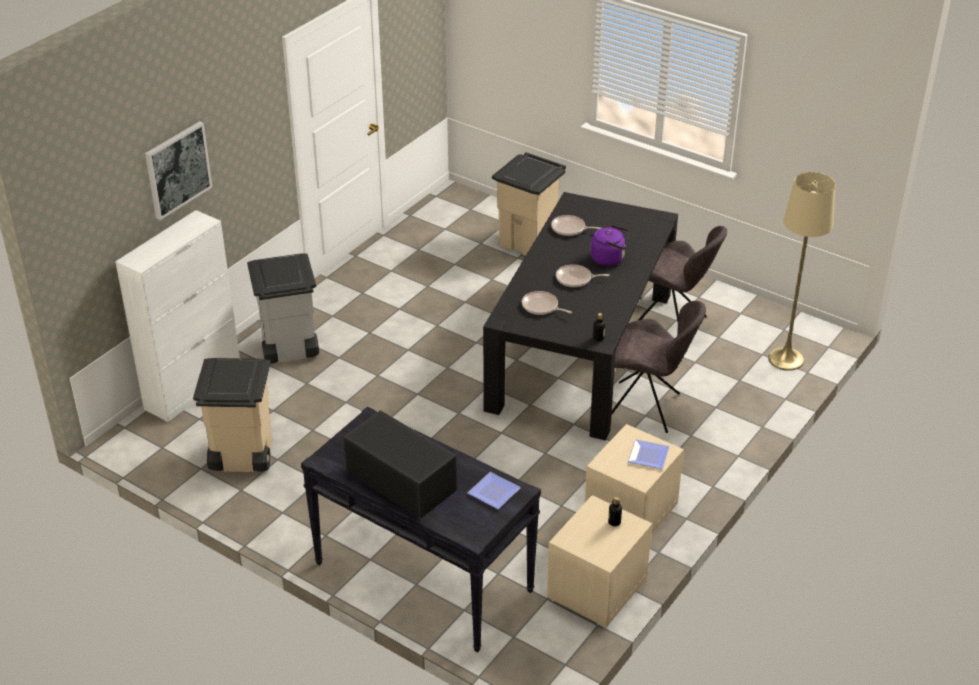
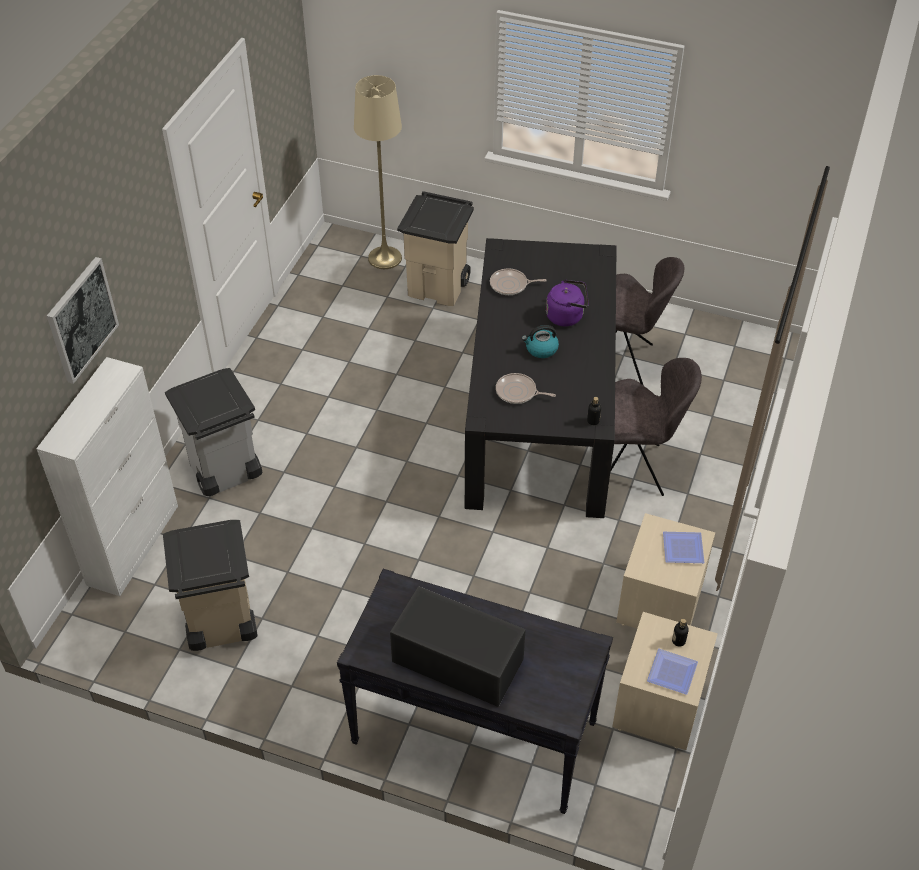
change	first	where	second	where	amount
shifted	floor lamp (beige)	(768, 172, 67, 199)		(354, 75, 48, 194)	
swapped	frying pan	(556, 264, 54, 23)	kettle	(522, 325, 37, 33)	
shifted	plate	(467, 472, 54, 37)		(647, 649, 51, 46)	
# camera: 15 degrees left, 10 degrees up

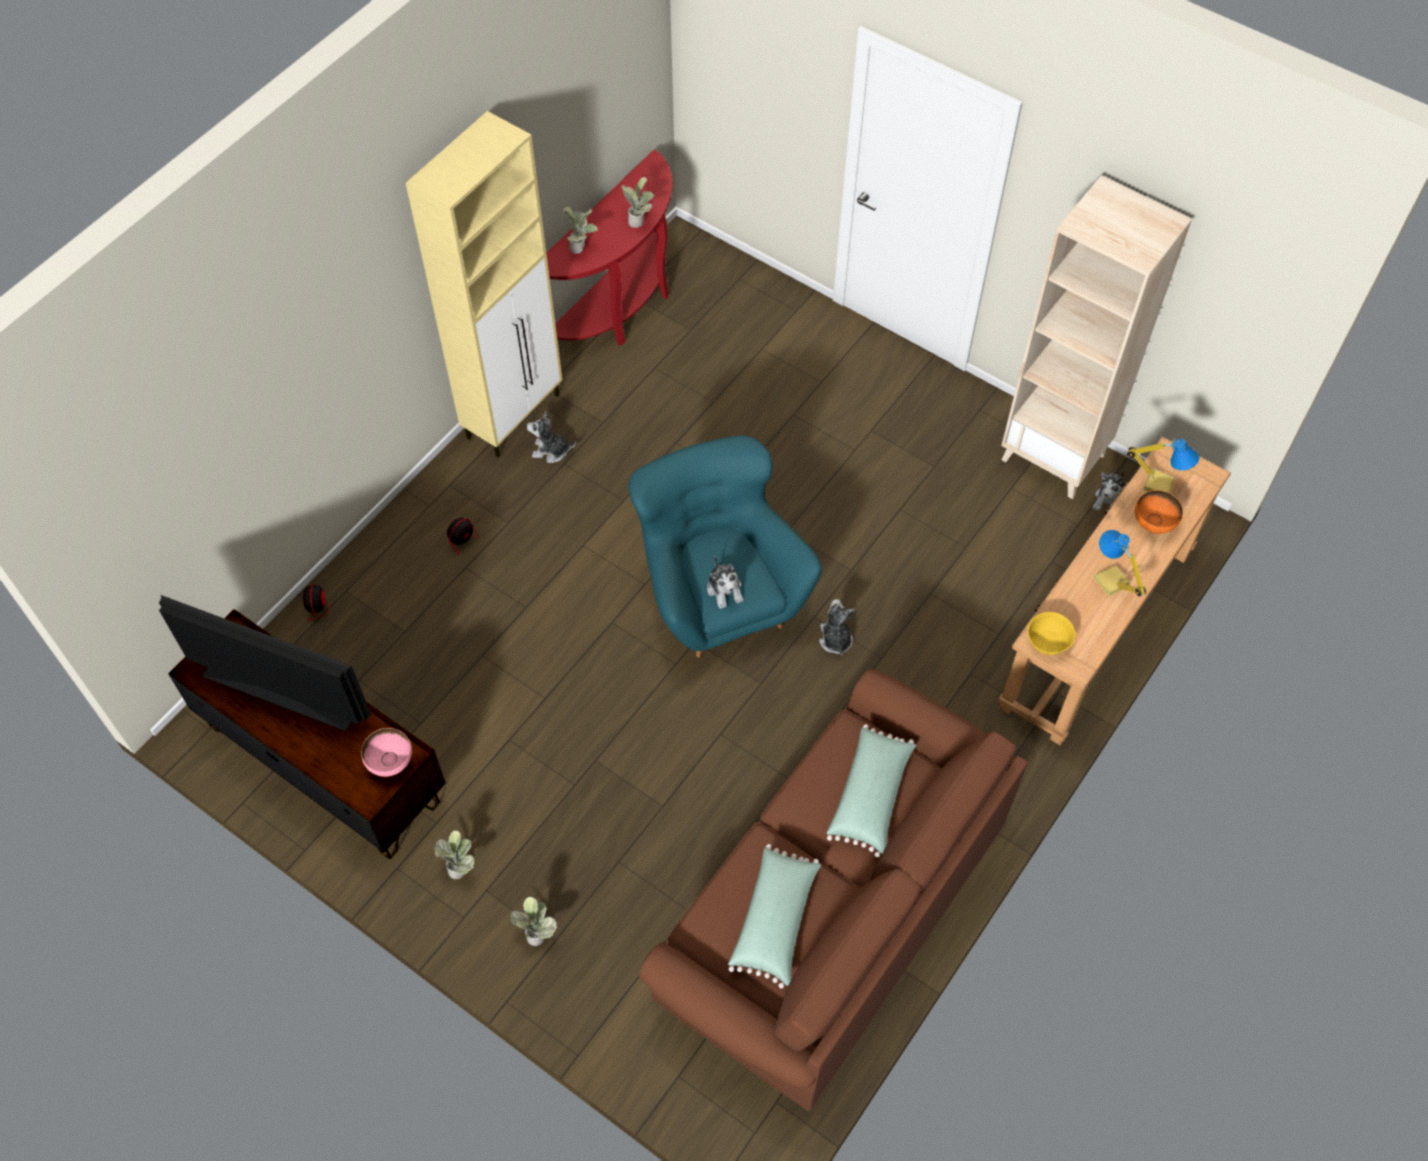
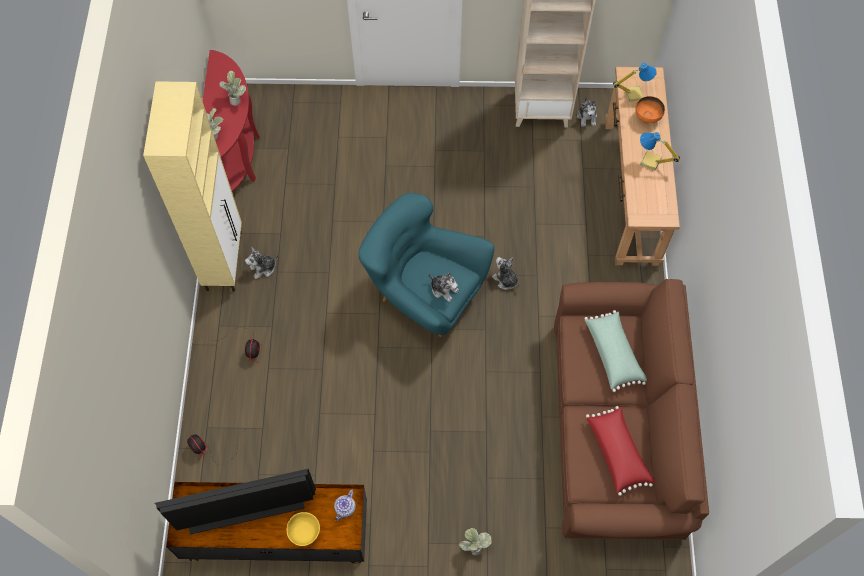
change	first	where	second	where	amount
shifted	bowl (yellow)	(1028, 612, 48, 43)		(287, 512, 33, 34)	
swapped	bowl (pink)	(361, 728, 51, 49)	teapot	(334, 490, 22, 31)	
repainted	pillow (green)	(728, 844, 93, 145)	pillow (red)	(586, 406, 69, 90)	
gone	potted plant	(434, 831, 40, 48)			
# camera: 35 degrees left, 5 degrees up

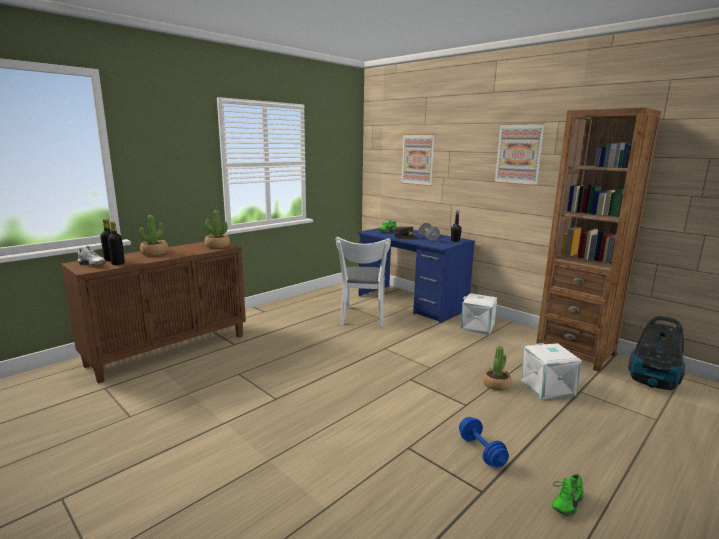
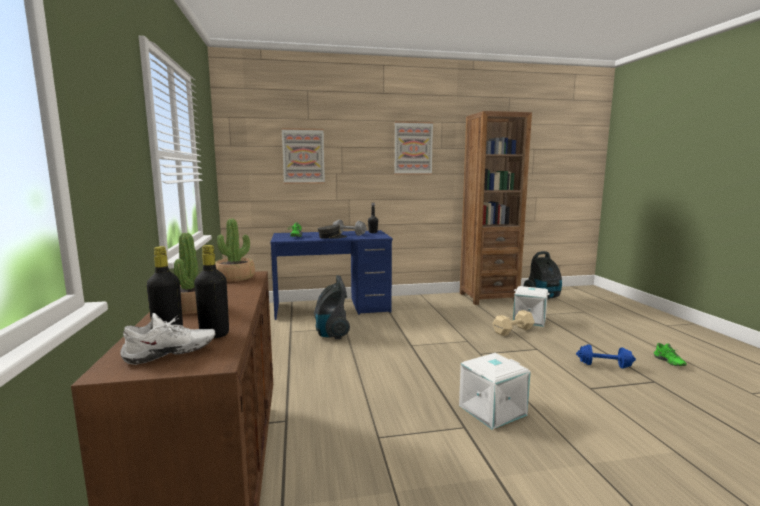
change	first	where	second	where	amount
swapped	chair (white)	(336, 237, 55, 90)	vacuum cleaner	(314, 275, 36, 64)	
shifted	storage box (white)	(460, 293, 37, 42)		(459, 353, 72, 77)	
swapped	potted plant	(482, 346, 30, 45)	dumbbell (beige)	(493, 310, 42, 26)	
# camera: 55 degrees left, 5 degrees down

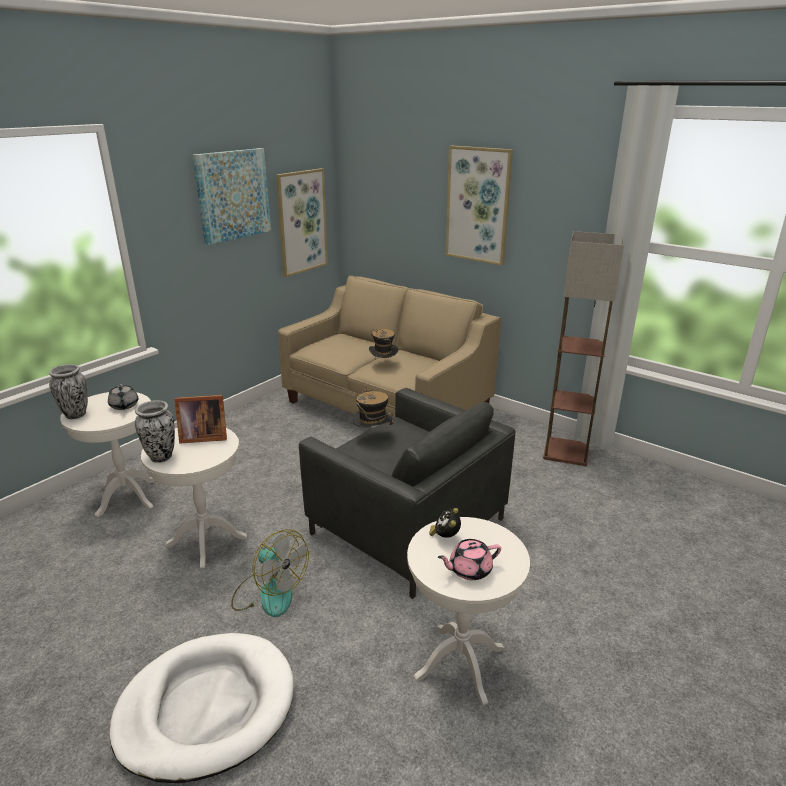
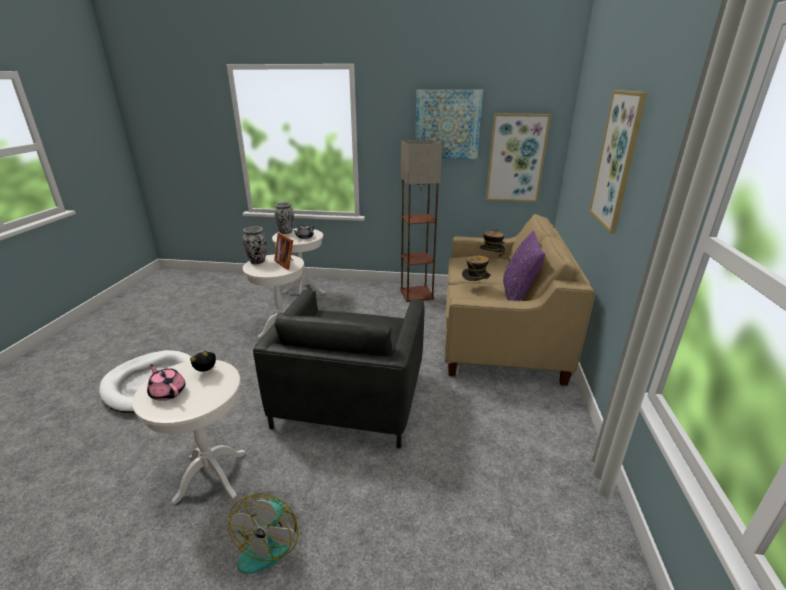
change	first	where	second	where	amount
shifted	fan	(231, 529, 78, 88)		(229, 494, 69, 80)	
shifted	floor lamp	(543, 231, 81, 235)		(400, 139, 42, 163)	
shifted	hat	(353, 387, 40, 42)		(480, 229, 25, 29)	
new			pillow (purple)	(503, 231, 42, 70)	
# camera: 60 degrees right, 0 degrees up

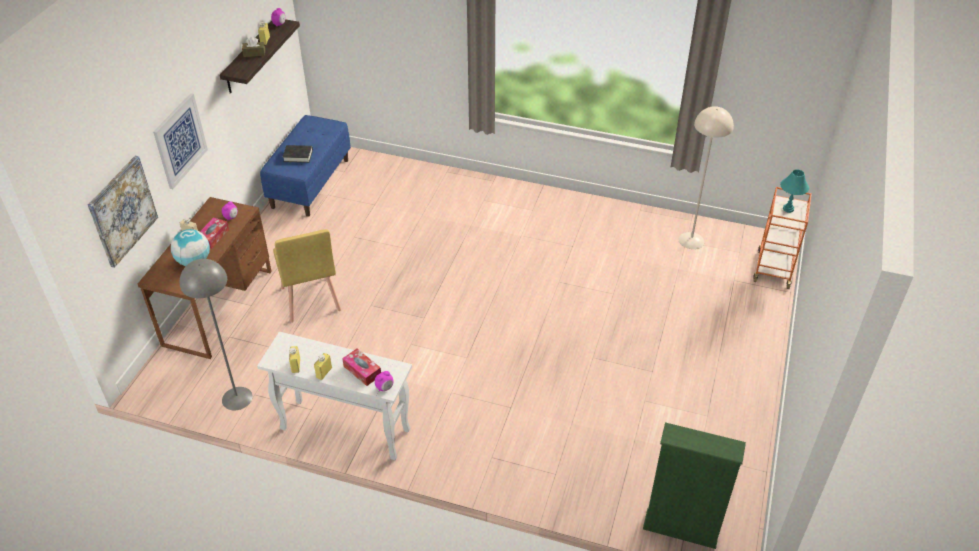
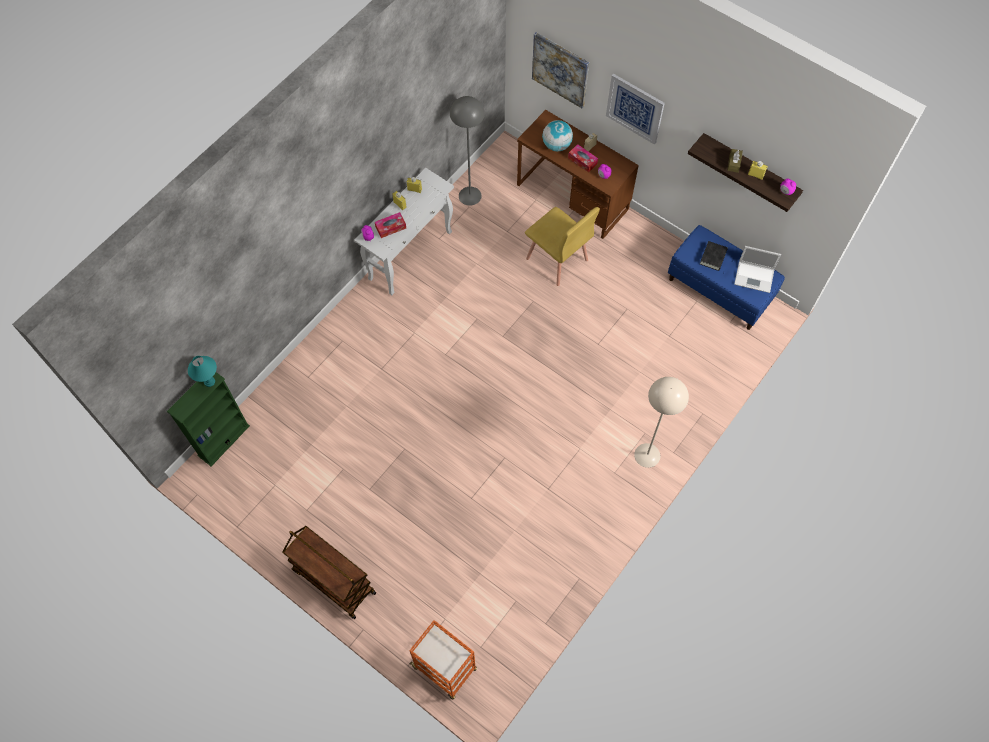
change	first	where	second	where	amount
shifted	table lamp (turquoise)	(780, 169, 29, 44)		(188, 356, 29, 31)	
new			cart (brown)	(282, 526, 94, 93)	
rotated	chair (yellow)	(273, 229, 68, 94)		(525, 207, 75, 79)	135 degrees counterclockwise
shifted	floor lamp (beige)	(679, 106, 55, 143)		(634, 377, 55, 91)	
new			laptop	(734, 246, 47, 47)	
# camera: 110 degrees right, 20 degrees up

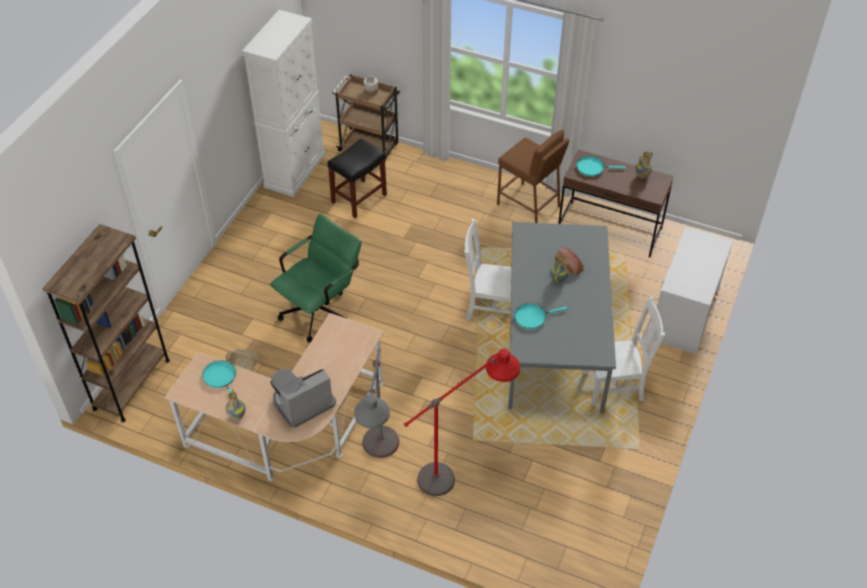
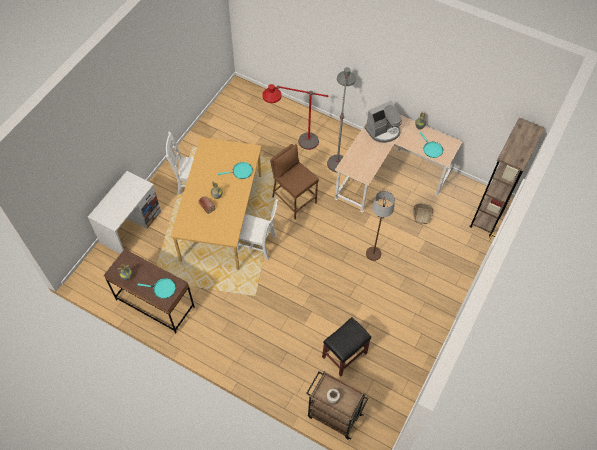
change	first	where	second	where	amount
repainted	dining table (grey)	(508, 222, 108, 192)	dining table (orange)	(170, 137, 91, 133)	
shifted	stool (brown)	(497, 130, 72, 93)		(270, 144, 49, 75)	
swapped	office chair (green)	(270, 214, 92, 129)	floor lamp (brown)	(366, 191, 29, 70)	
gone	cabinet (white)	(242, 10, 83, 187)			
# camera: 175 degrees left, 10 degrees up

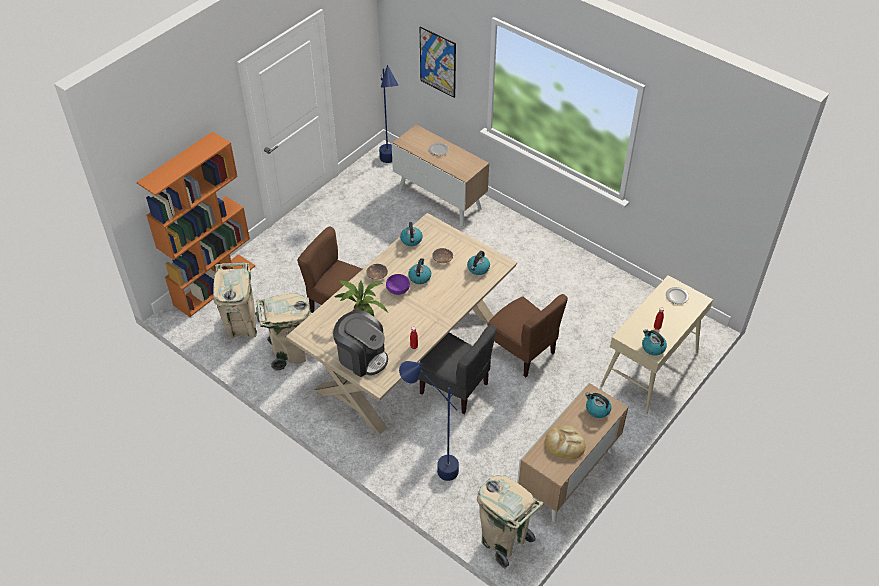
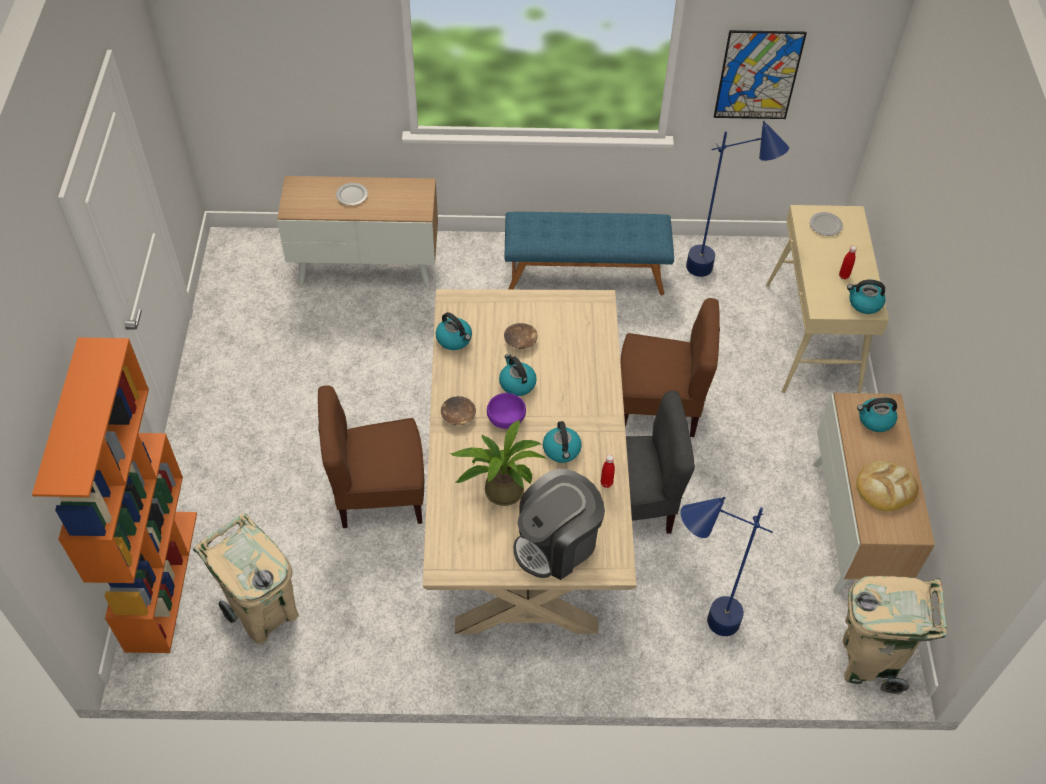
change	first	where	second	where	amount
new			bench (blue)	(504, 212, 170, 83)	
rotated	coffee machine	(333, 310, 55, 67)		(514, 469, 91, 111)	150 degrees clockwise
shifted	kettle	(467, 251, 23, 24)		(543, 421, 39, 42)	
shifted	floor lamp (blue)	(379, 65, 19, 98)		(686, 121, 103, 156)	
shifted	picture	(420, 27, 36, 71)		(714, 30, 93, 89)	
gone	trash can (beige)	(257, 294, 54, 77)			
# camera: 40 degrees left, 5 degrees up

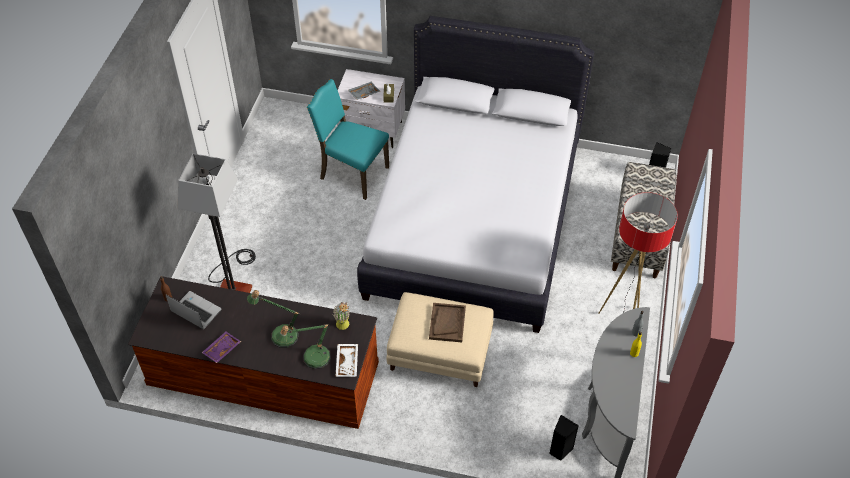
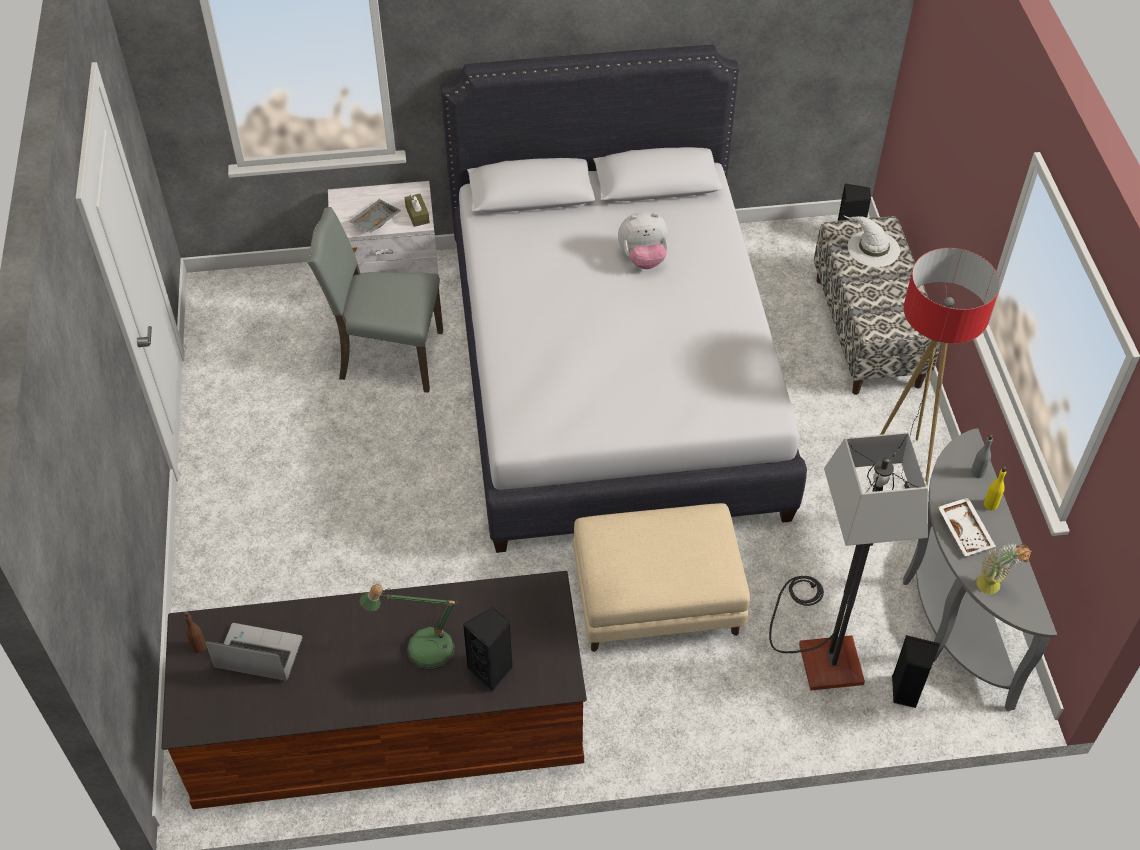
change	first	where	second	where	amount
repainted	chair (turquoise)	(307, 79, 82, 121)	chair (grey)	(307, 207, 136, 186)	
swapped	table lamp	(276, 324, 55, 45)	speaker (black)	(463, 607, 50, 85)	
new			plush toy	(618, 211, 50, 58)	
shifted	floor lamp	(178, 153, 78, 140)		(769, 432, 159, 259)	
new			hat (white)	(844, 216, 56, 51)	
shifted	tray (white)	(336, 344, 22, 33)		(938, 497, 58, 59)	
shifted	potted plant	(333, 302, 17, 28)		(976, 544, 56, 50)	
gone	tray (purple)	(201, 331, 40, 32)			
gone	tray (brown)	(429, 303, 37, 39)			
# camera: 20 degrees left, 0 degrees up

